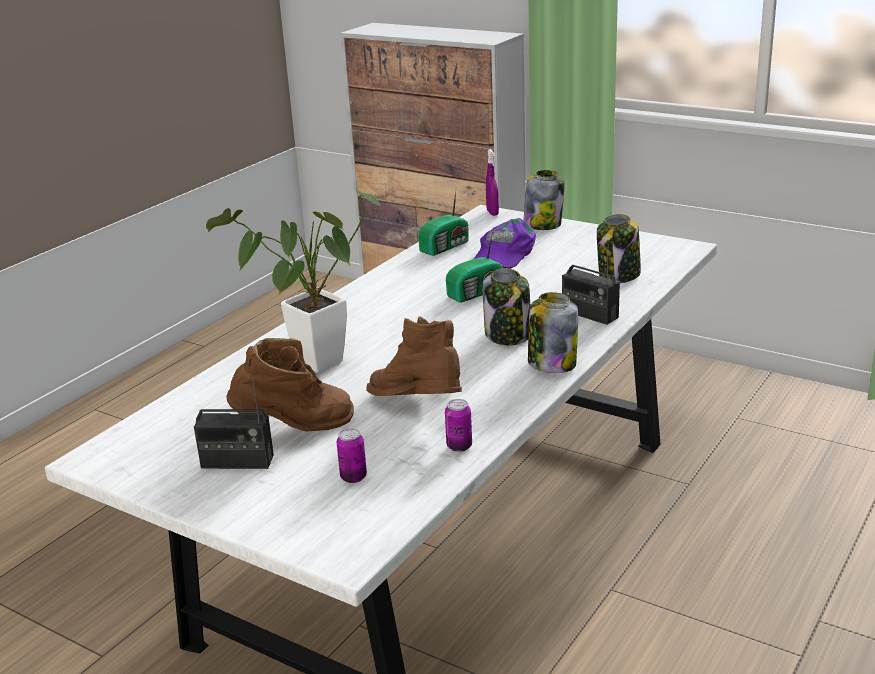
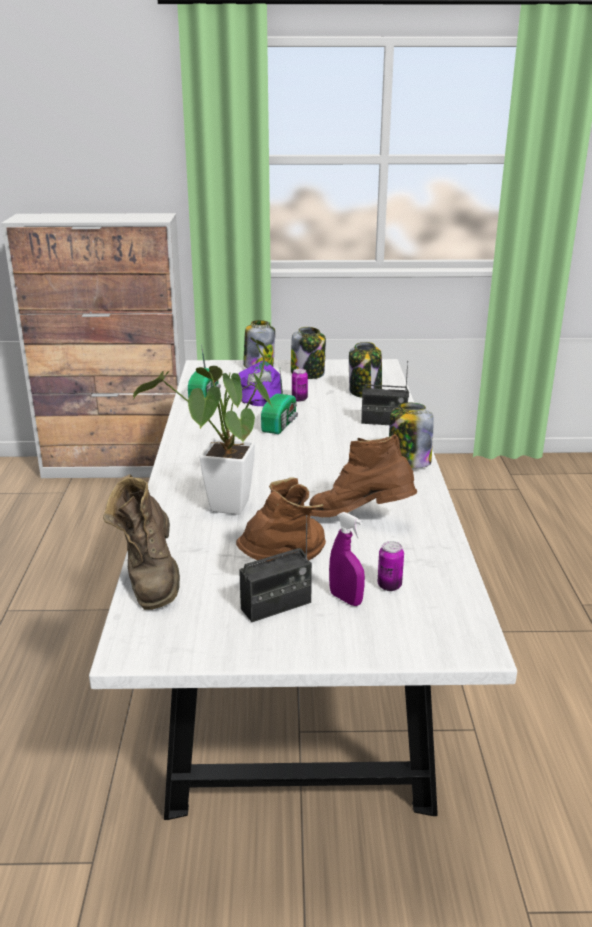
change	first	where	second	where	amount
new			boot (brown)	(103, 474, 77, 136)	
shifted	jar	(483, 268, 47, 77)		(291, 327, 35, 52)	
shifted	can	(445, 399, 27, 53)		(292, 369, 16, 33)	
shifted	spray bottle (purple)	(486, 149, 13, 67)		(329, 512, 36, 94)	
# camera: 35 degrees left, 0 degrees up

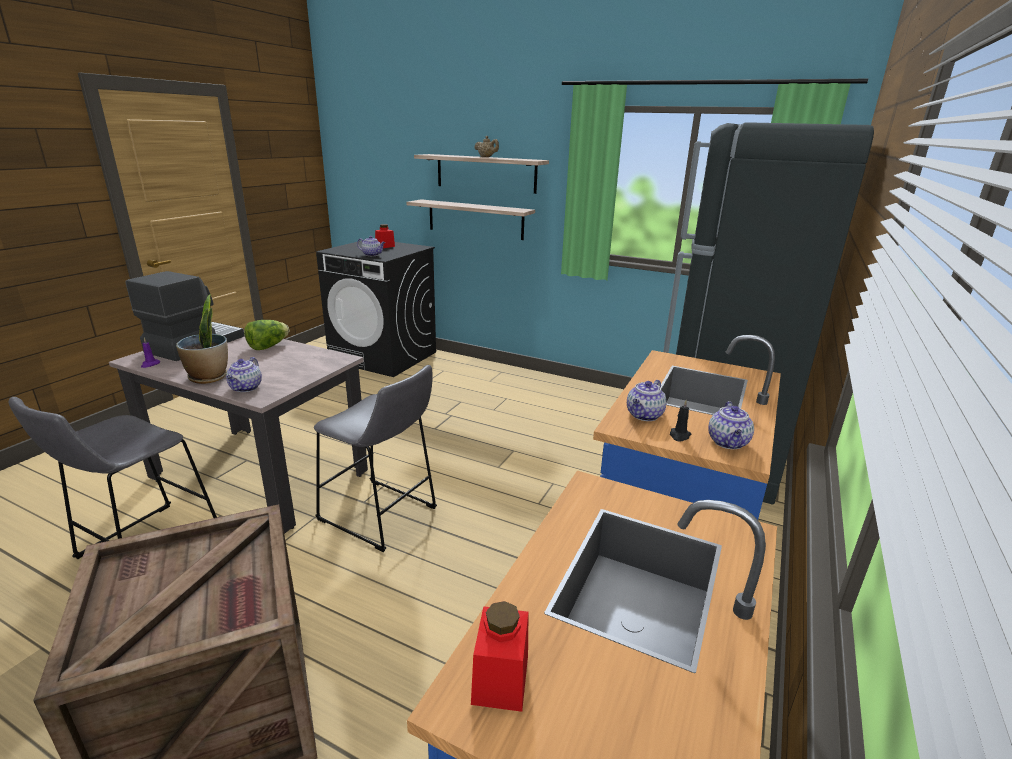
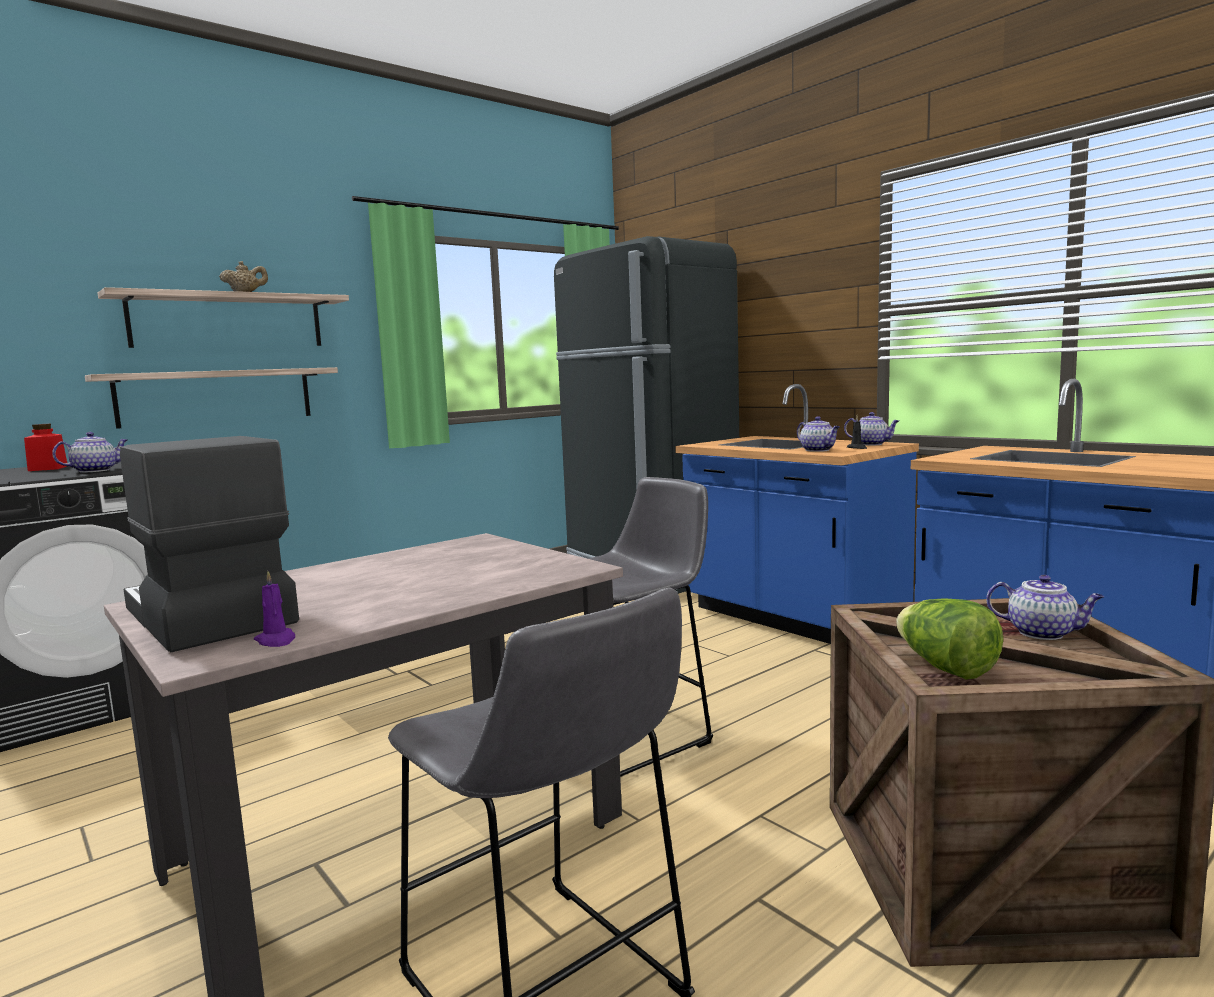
change	first	where	second	where	amount
shifted	lettuce	(244, 320, 45, 30)		(896, 598, 107, 82)	
shifted	teapot	(226, 357, 36, 35)		(986, 575, 118, 65)	
gone	potted plant	(176, 294, 52, 90)			
gone	jar (red)	(471, 601, 58, 111)			
# camera: 65 degrees left, 15 degrees down

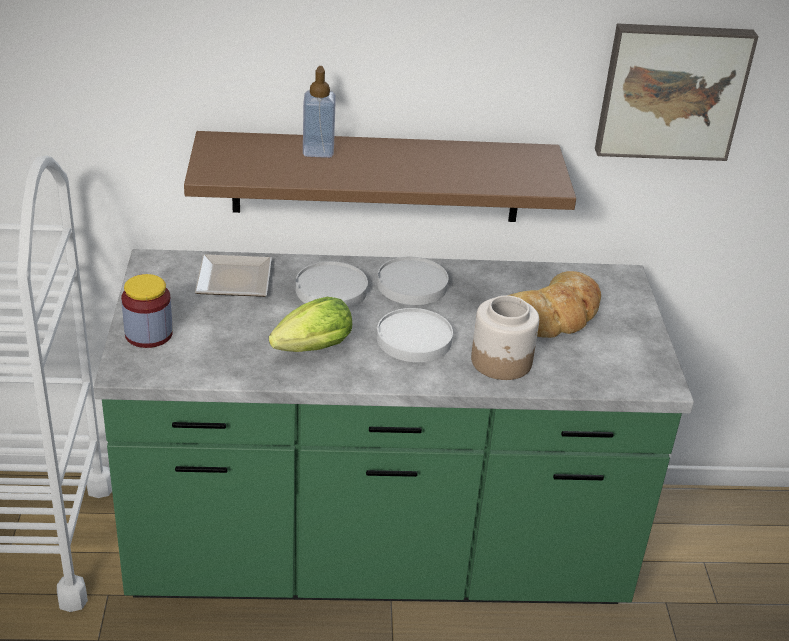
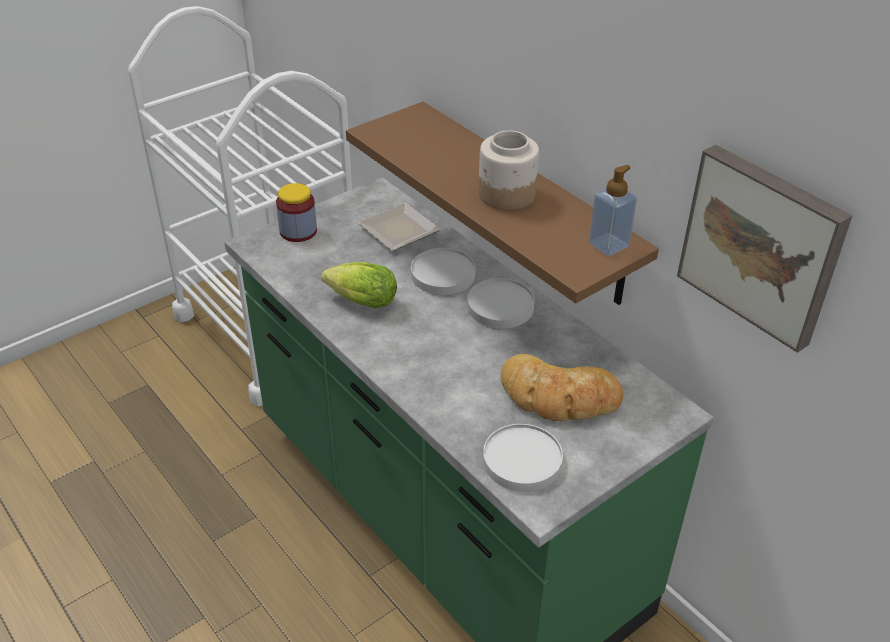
change	first	where	second	where	amount
shifted	jar	(471, 295, 68, 85)		(478, 130, 61, 80)	
shifted	plate (white)	(377, 308, 76, 54)		(483, 424, 80, 68)	
shifted	soap dispenser	(303, 66, 33, 92)		(589, 165, 48, 91)	
# camera: 55 degrees right, 5 degrees up

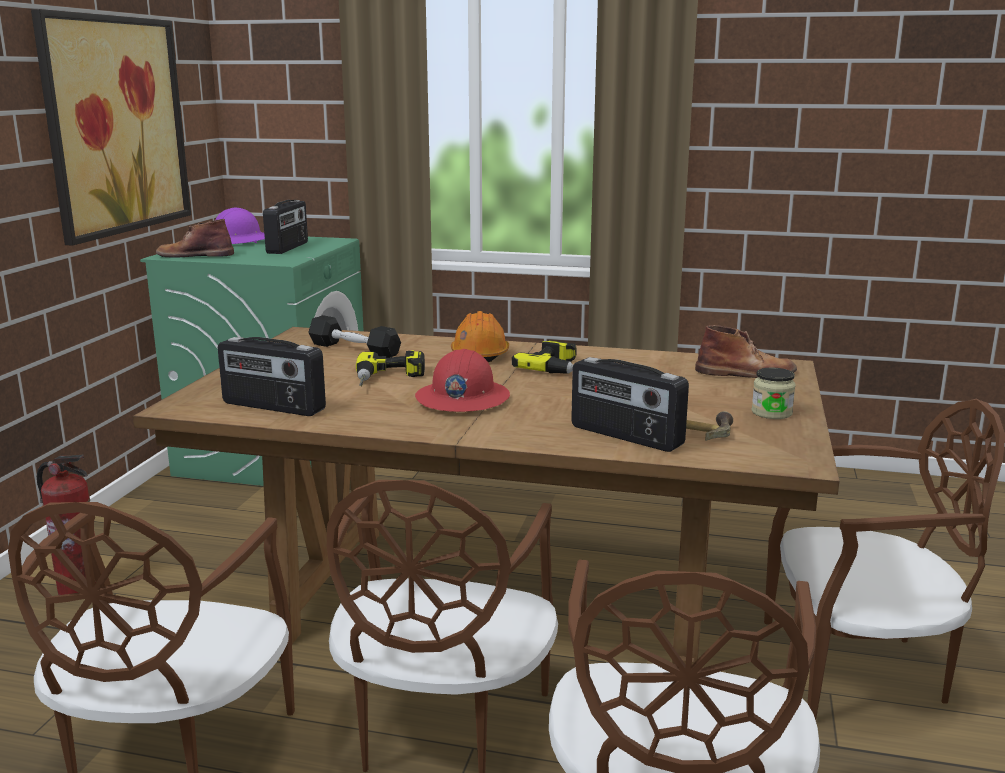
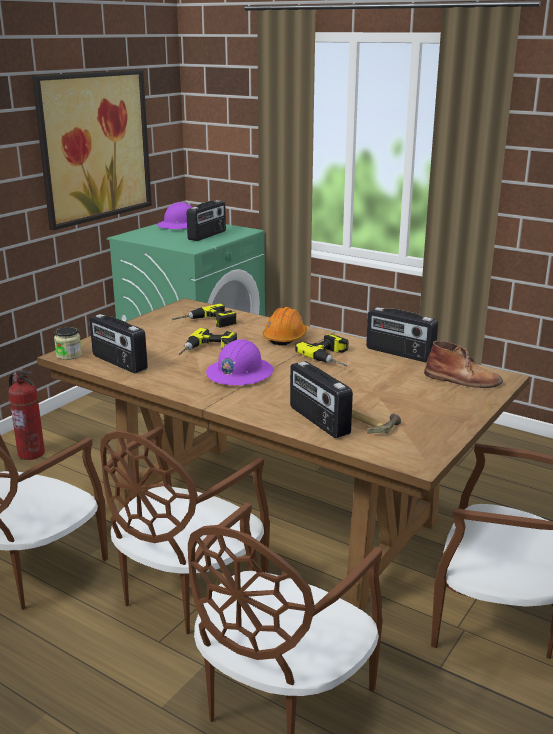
change	first	where	second	where	amount
shifted	jar	(752, 368, 44, 51)		(54, 327, 28, 33)	
swapped	dumbbell (black)	(308, 315, 93, 43)	power drill	(172, 303, 64, 25)	
repainted	hard hat (red)	(415, 349, 95, 63)	hard hat (purple)	(206, 339, 68, 46)	
new			radio	(366, 307, 72, 55)	
gone	boot (brown)	(156, 219, 78, 39)			
# camera: 20 degrees right, 5 degrees up

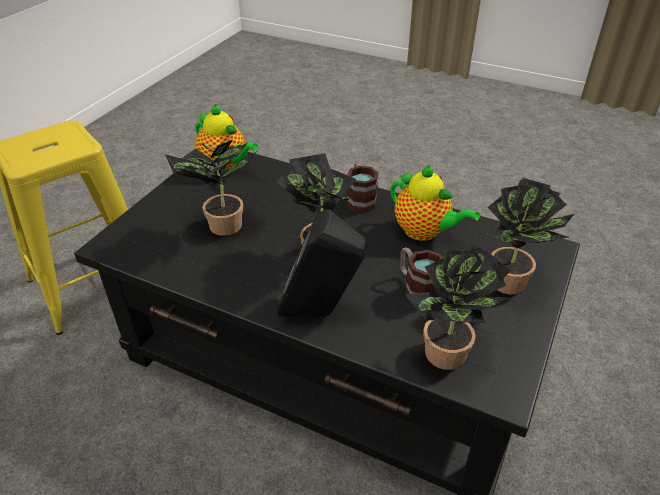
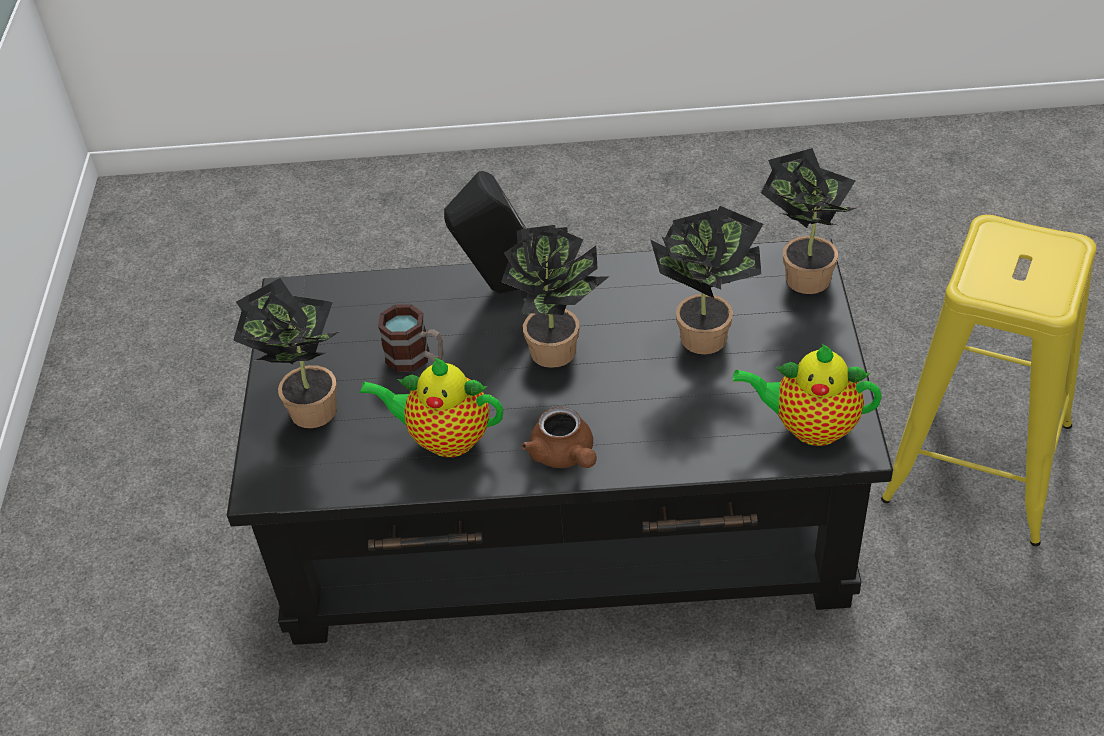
change	first	where	second	where	amount
swapped	mug	(347, 162, 32, 50)	teapot (brown)	(521, 407, 76, 61)	
shifted	potted plant	(405, 243, 106, 127)		(761, 148, 99, 146)	
# camera: 155 degrees right, 5 degrees up

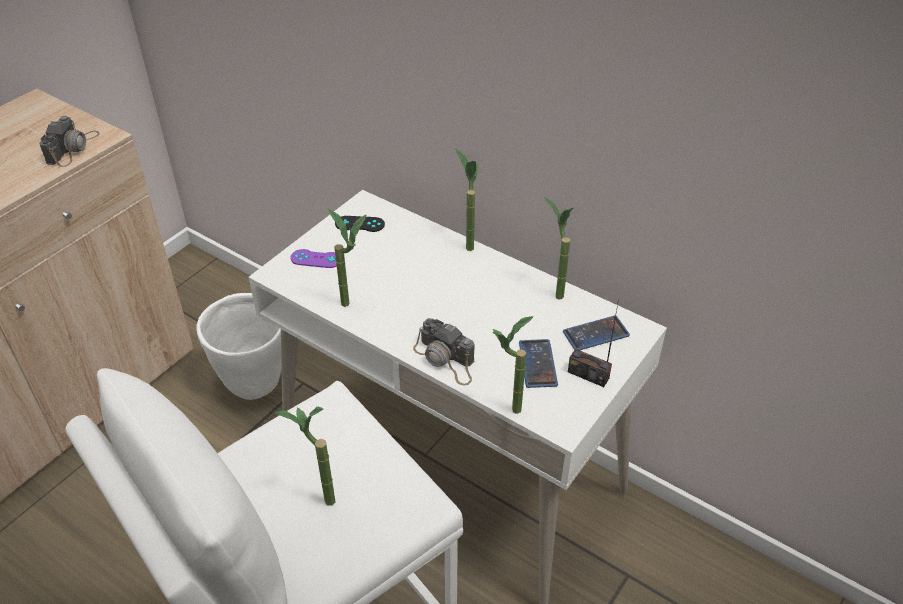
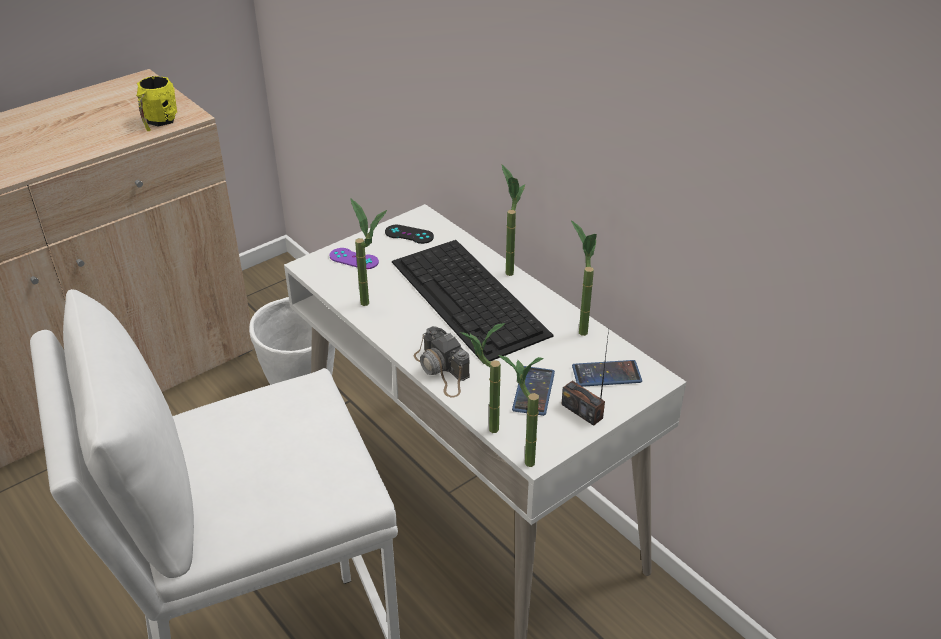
change	first	where	second	where	amount
swapped	photo camera	(39, 116, 61, 51)	mug (yellow)	(136, 76, 41, 55)	
new			keyboard	(392, 240, 161, 124)	
shifted	potted plant	(274, 407, 61, 98)		(498, 355, 46, 112)	
# camera: 15 degrees right, 5 degrees down

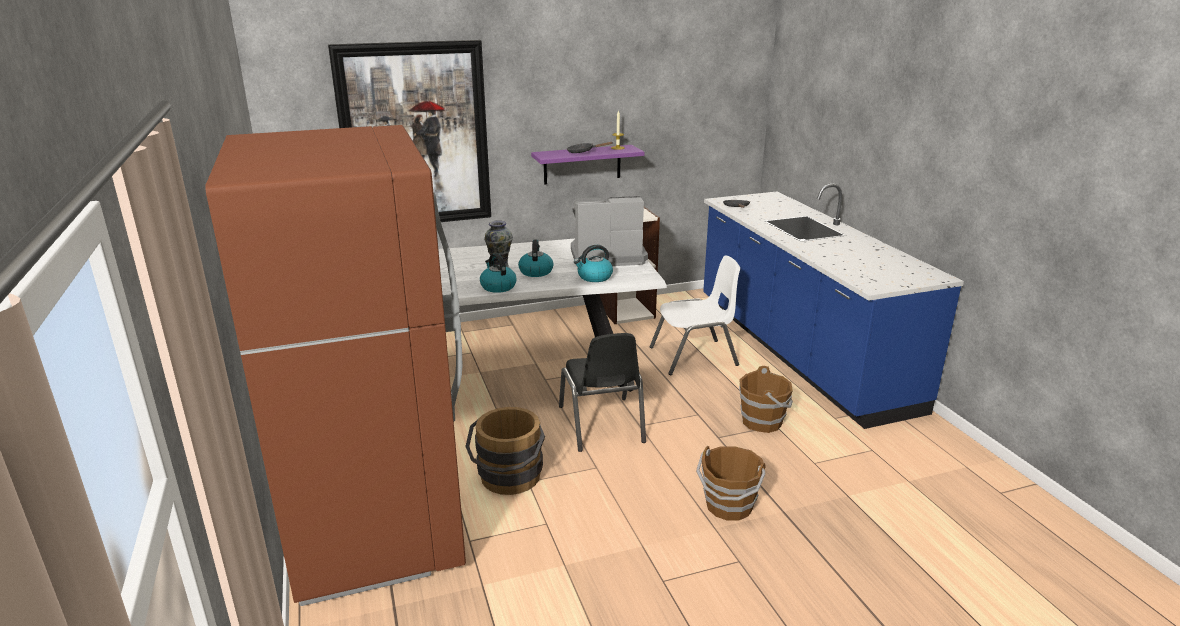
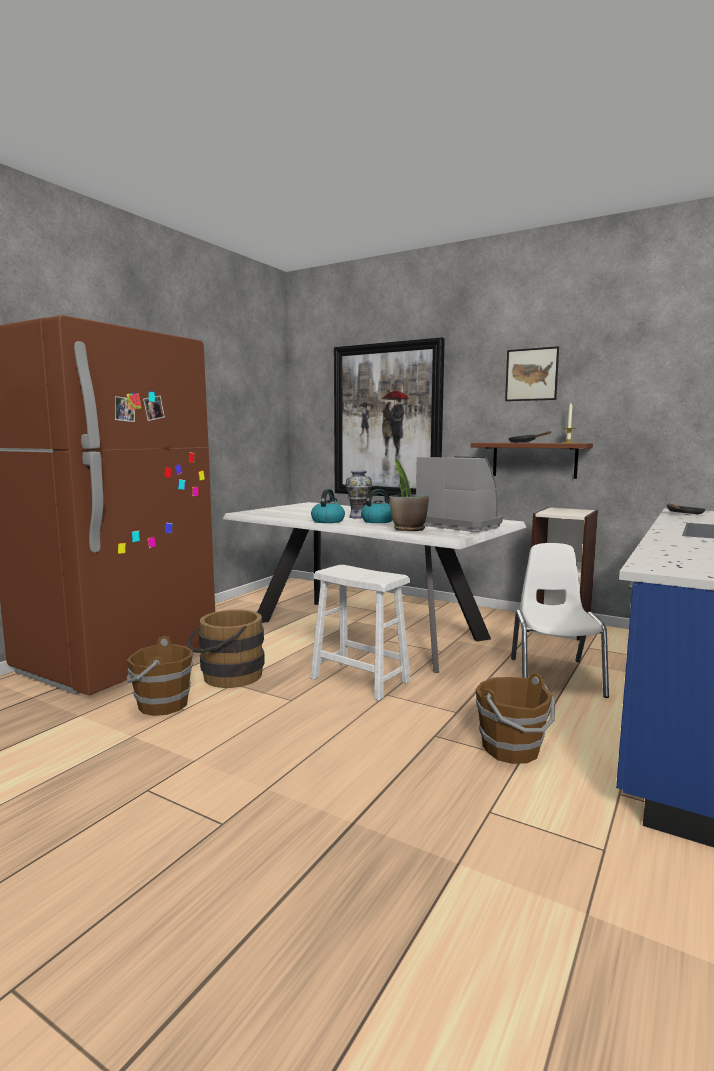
change	first	where	second	where	amount
shifted	bucket (brown)	(696, 446, 70, 75)		(126, 636, 67, 80)	
swapped	chair (black)	(559, 333, 87, 119)	stool (white)	(310, 565, 101, 136)	
swapped	kettle	(574, 245, 39, 37)	potted plant	(390, 459, 39, 72)	
repainted	shelf (purple)	(531, 145, 113, 40)	shelf (brown)	(471, 443, 122, 36)	
new			picture	(505, 346, 54, 55)	
rotated	chair (white)	(650, 256, 90, 119)		(511, 543, 98, 155)	120 degrees counterclockwise
# camera: 50 degrees right, 15 degrees down

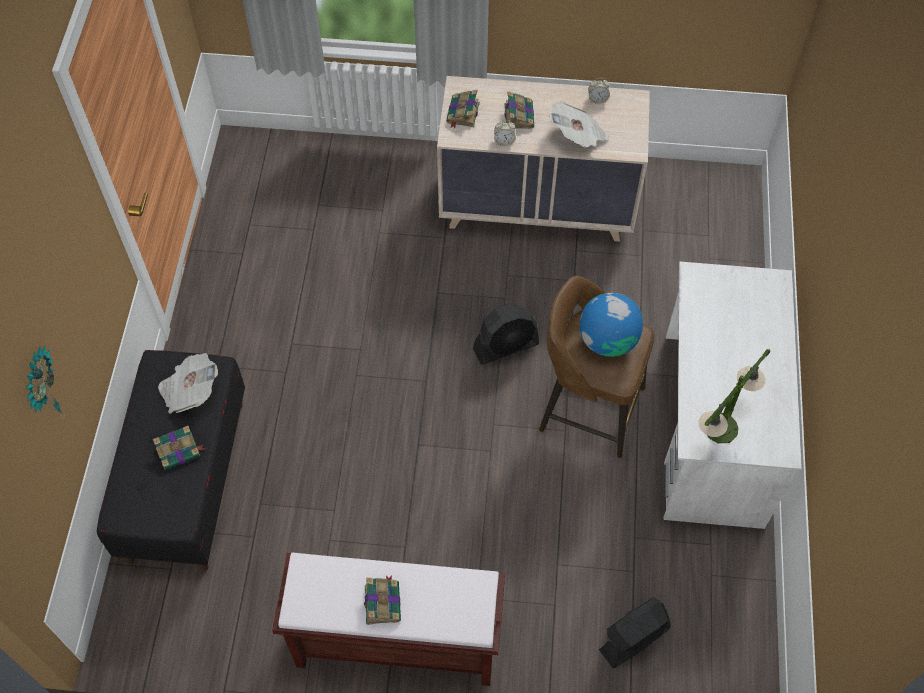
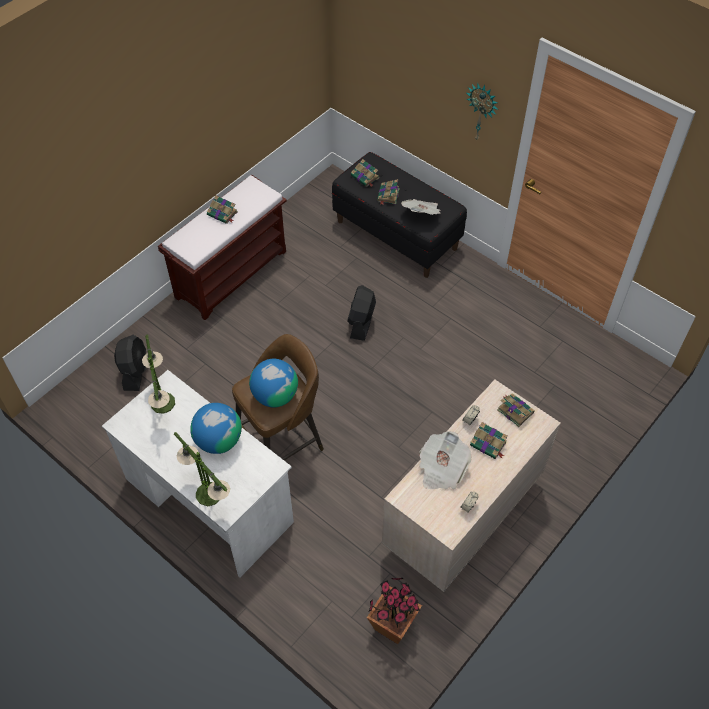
change	first	where	second	where	amount
new			table lamp	(174, 432, 56, 74)	
new			globe	(190, 403, 52, 51)	
shifted	fan (black)	(473, 303, 66, 62)		(347, 285, 29, 56)	
new			book	(351, 159, 28, 28)	
new			potted plant	(367, 578, 55, 66)	
shifted	wall clock	(26, 346, 40, 74)		(467, 82, 31, 59)	
# camera: 125 degrees right, 5 degrees down

